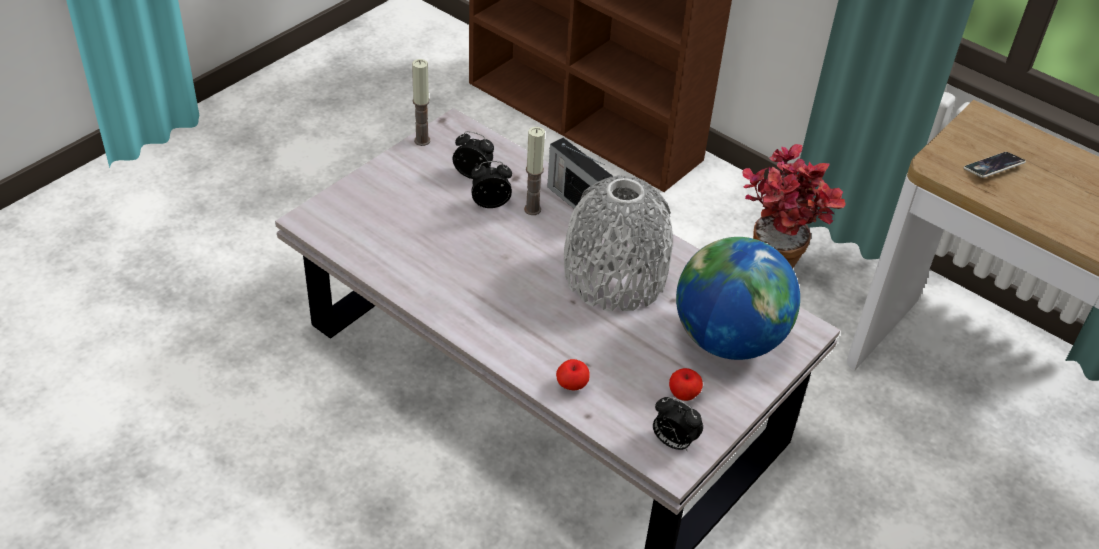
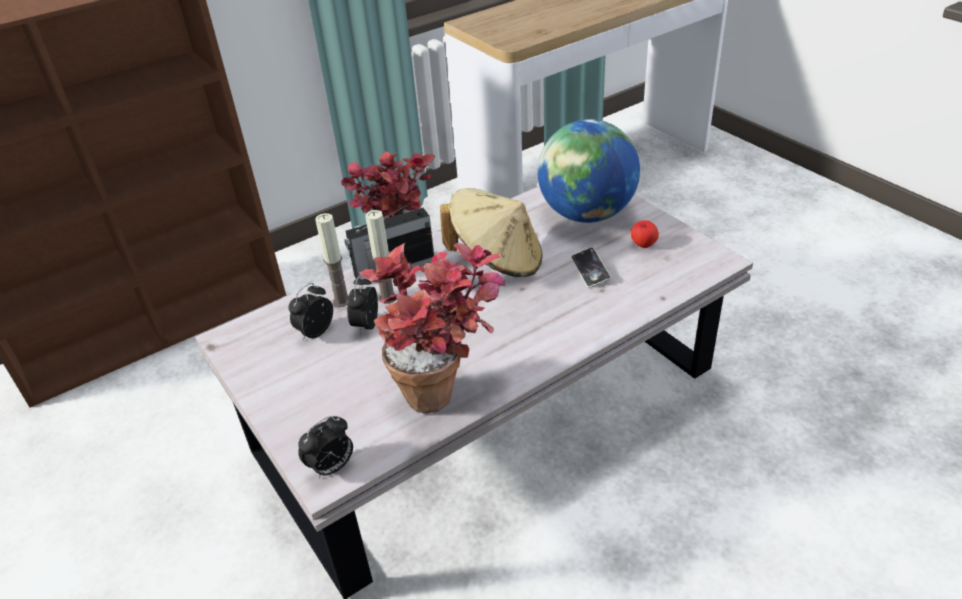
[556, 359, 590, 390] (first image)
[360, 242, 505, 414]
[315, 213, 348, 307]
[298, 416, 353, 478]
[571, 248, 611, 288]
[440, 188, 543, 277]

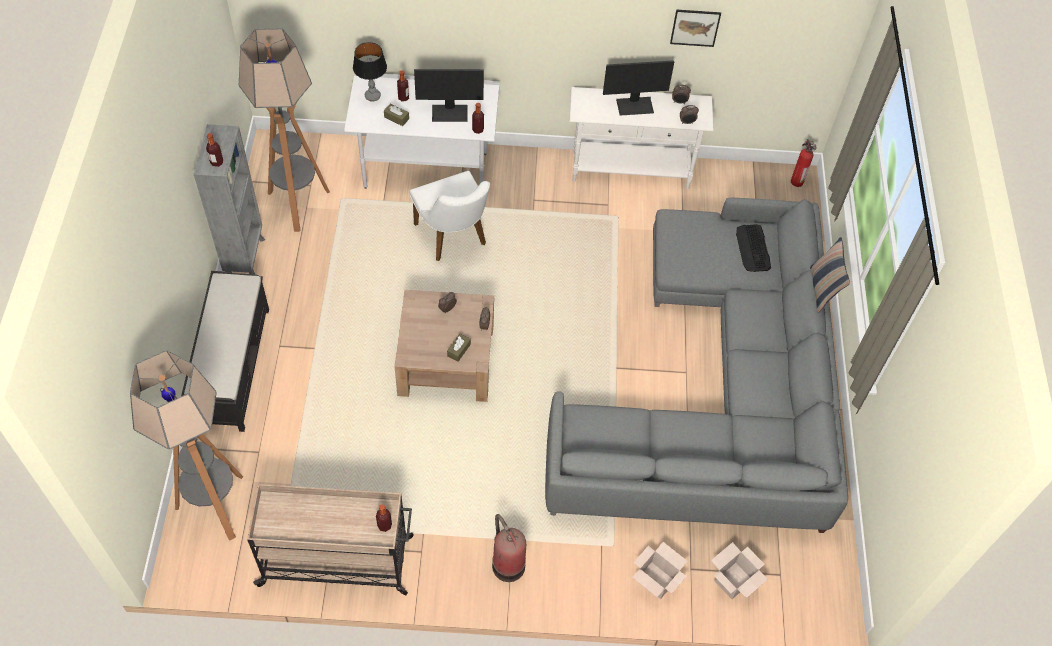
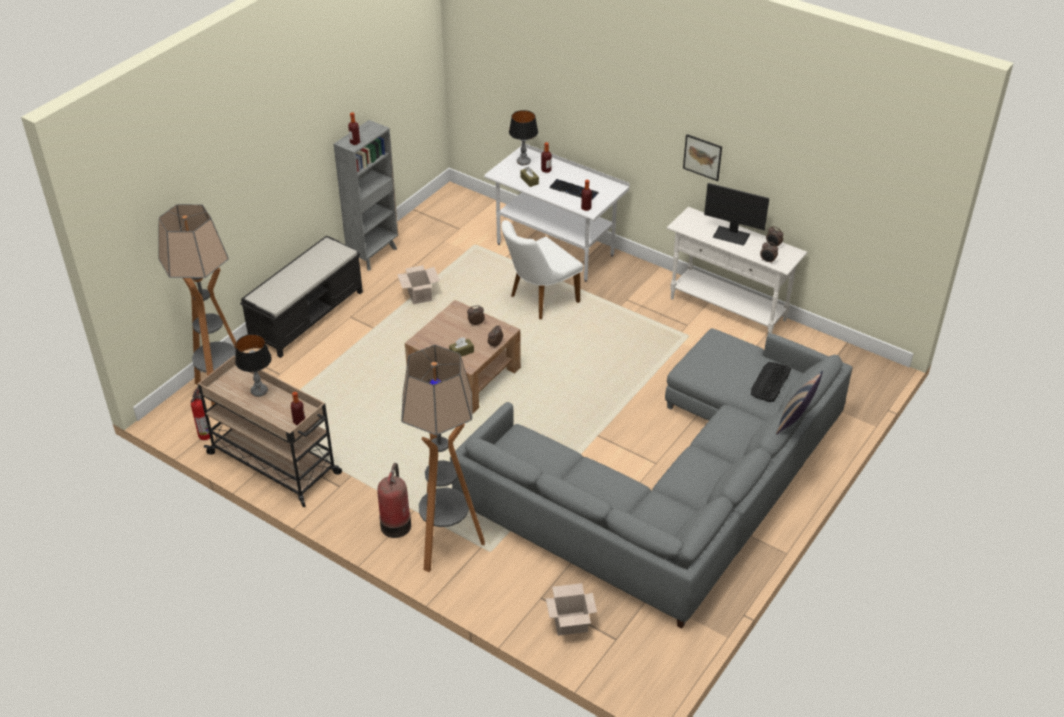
[235, 334, 272, 397]
[401, 345, 485, 572]
[397, 265, 440, 304]
[683, 134, 722, 181]
[191, 387, 211, 440]
[549, 179, 599, 200]
[501, 220, 583, 319]

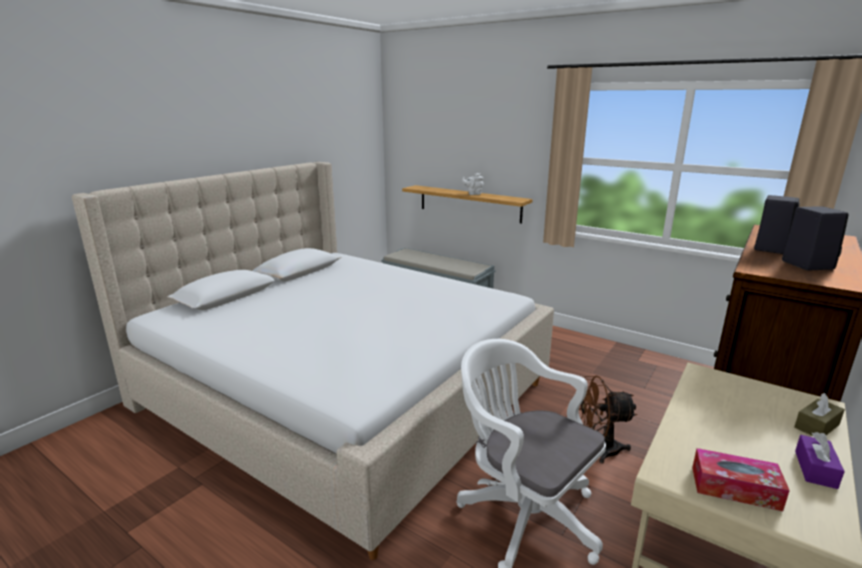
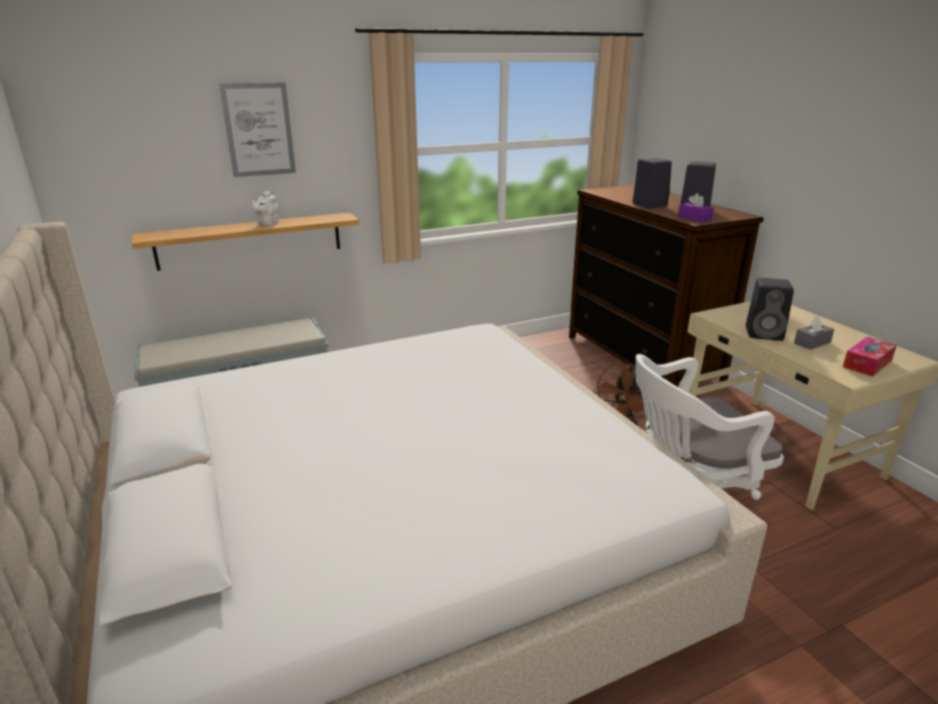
[794, 393, 845, 436] (first image)
[219, 82, 296, 177]
[746, 278, 794, 341]
[794, 315, 834, 350]
[678, 193, 714, 222]

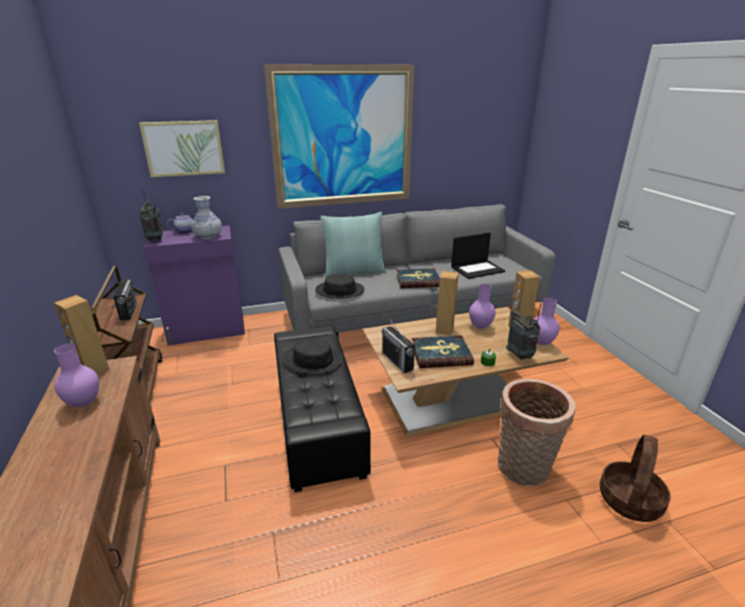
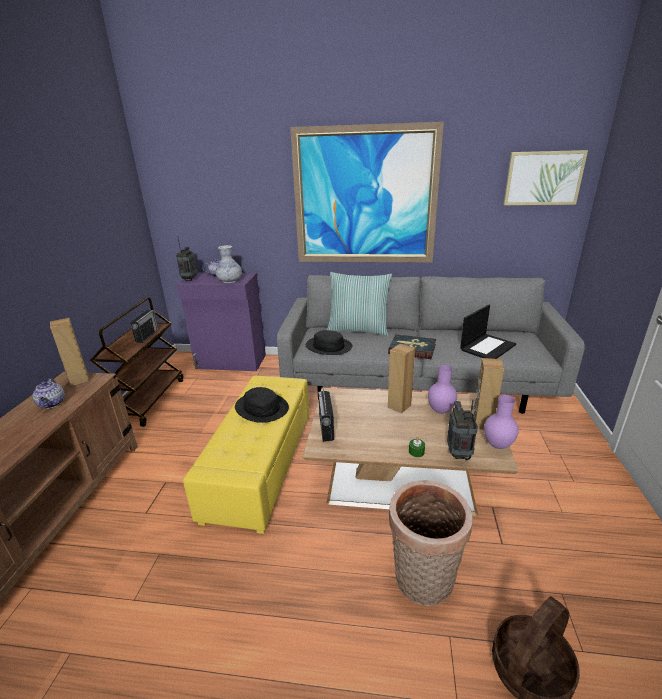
[412, 335, 474, 368] (first image)
[503, 150, 588, 205]
[32, 378, 65, 409]
[183, 376, 309, 534]
[460, 305, 516, 359]

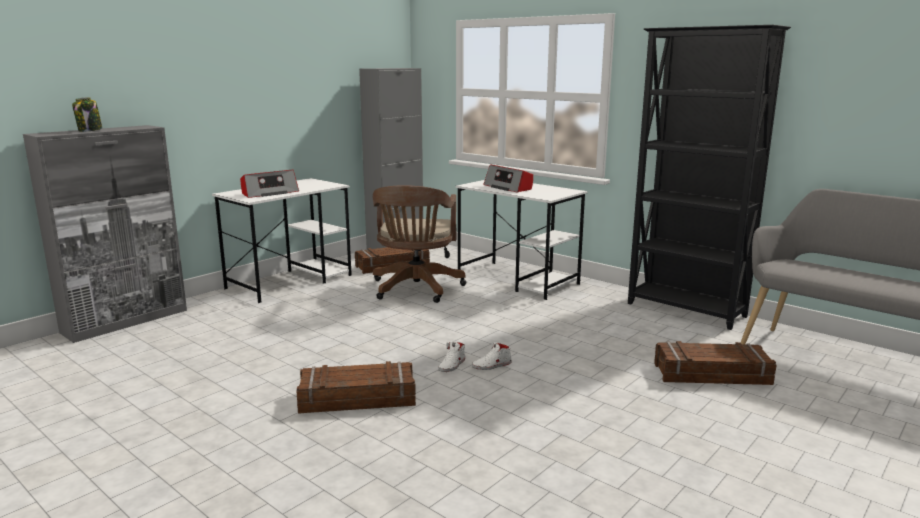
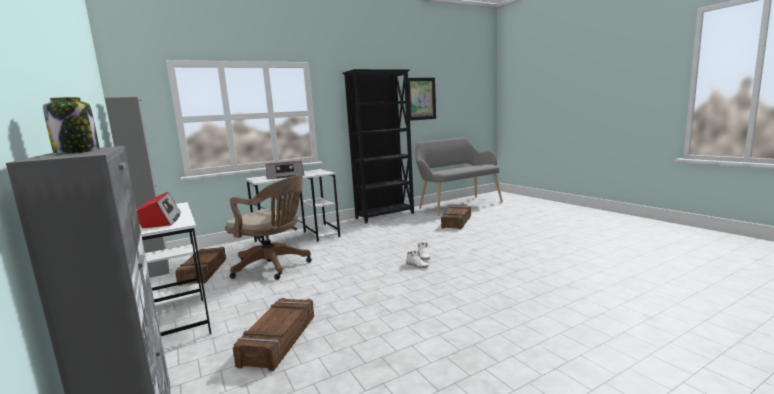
[408, 78, 436, 121]
[233, 298, 314, 371]

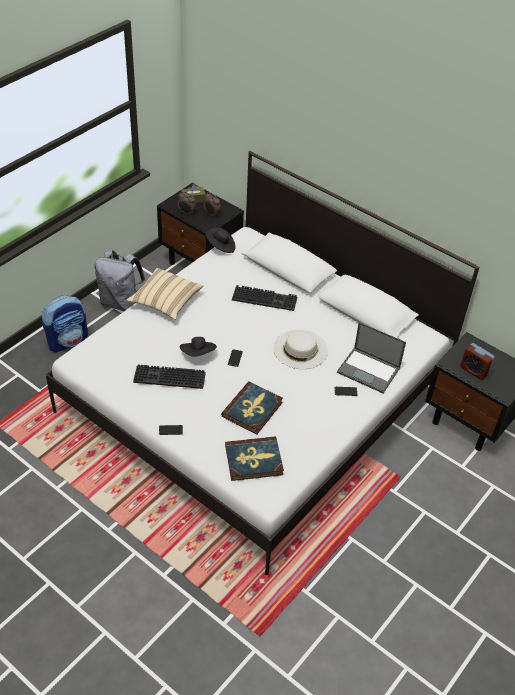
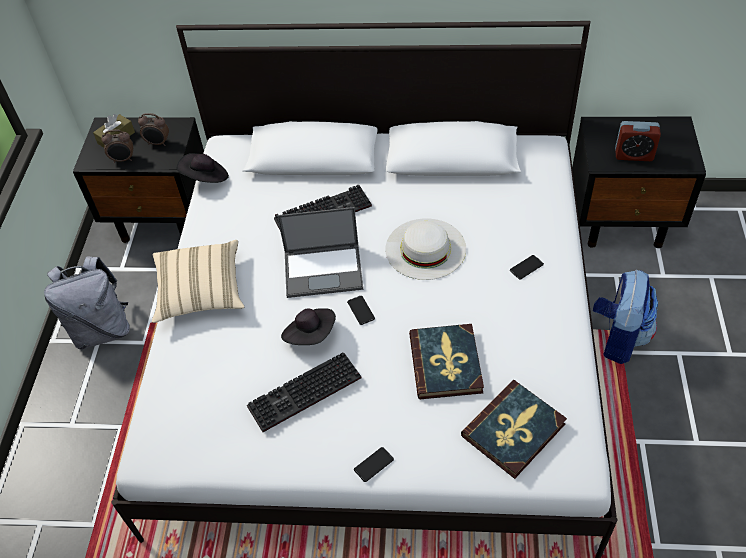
[593, 270, 658, 364]
[277, 207, 363, 298]

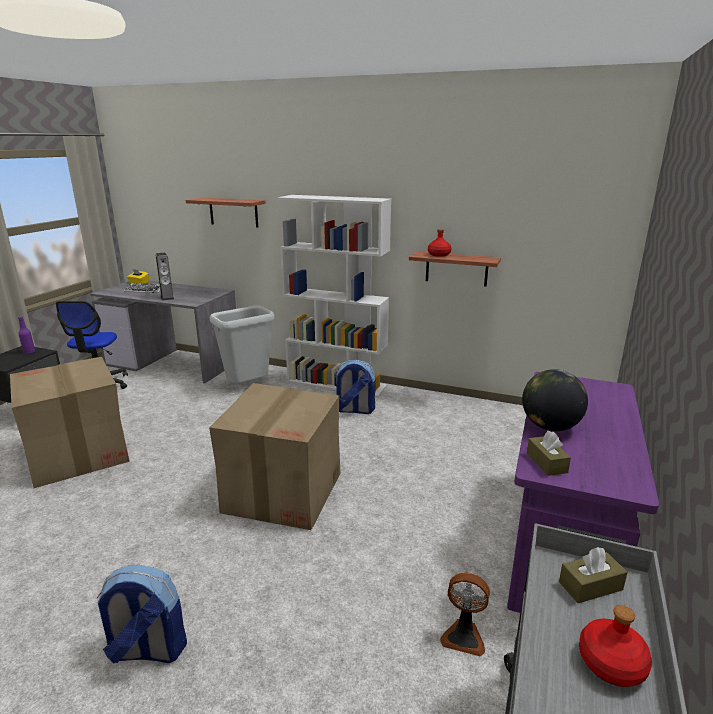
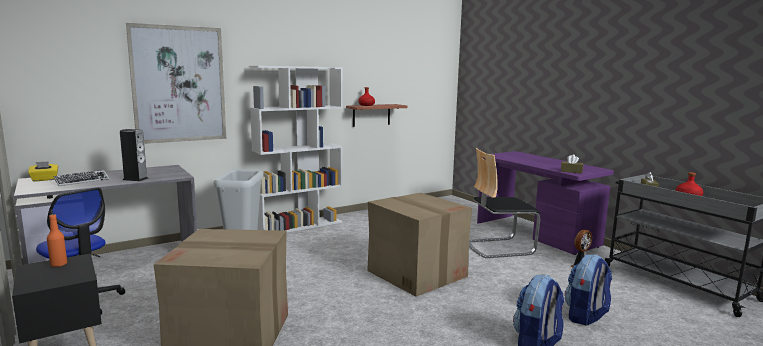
[522, 369, 588, 431] (first image)
[469, 148, 540, 258]
[564, 254, 612, 325]
[126, 23, 226, 144]
[47, 214, 67, 267]

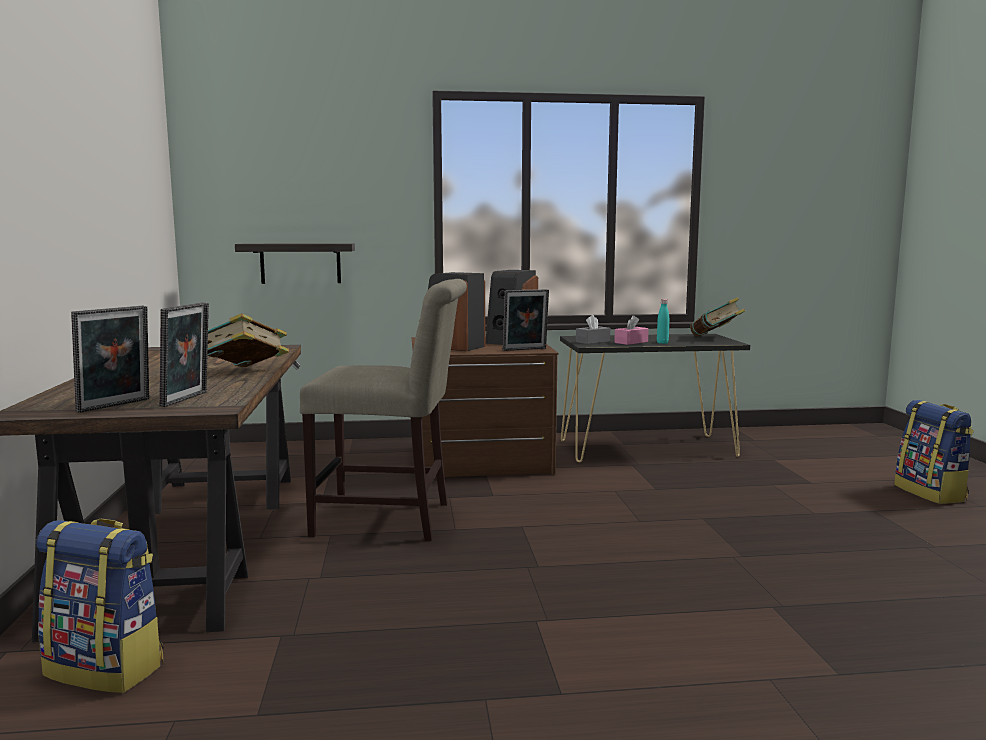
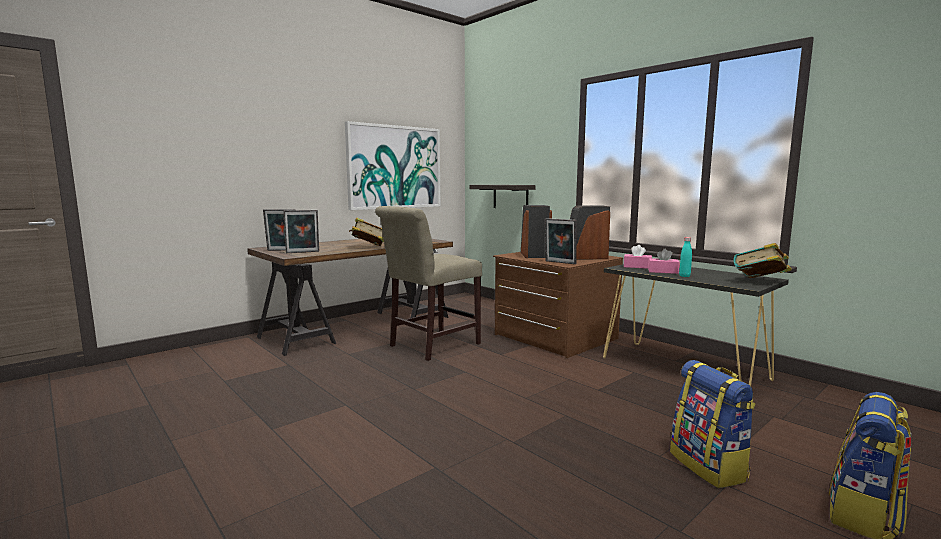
[345, 121, 440, 210]
[670, 360, 756, 488]
[624, 245, 652, 269]
[375, 206, 482, 361]

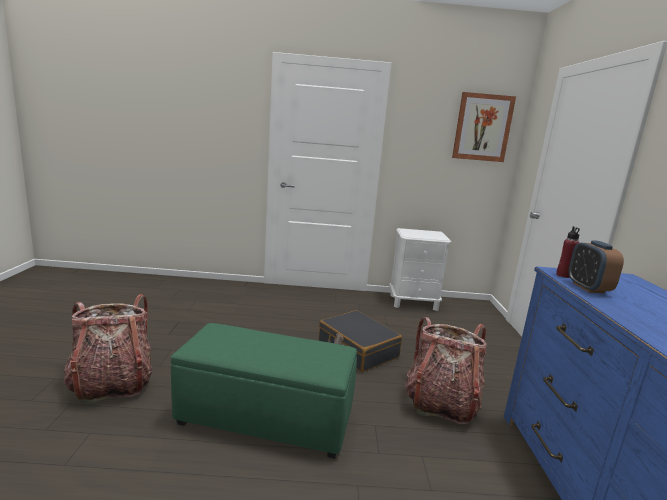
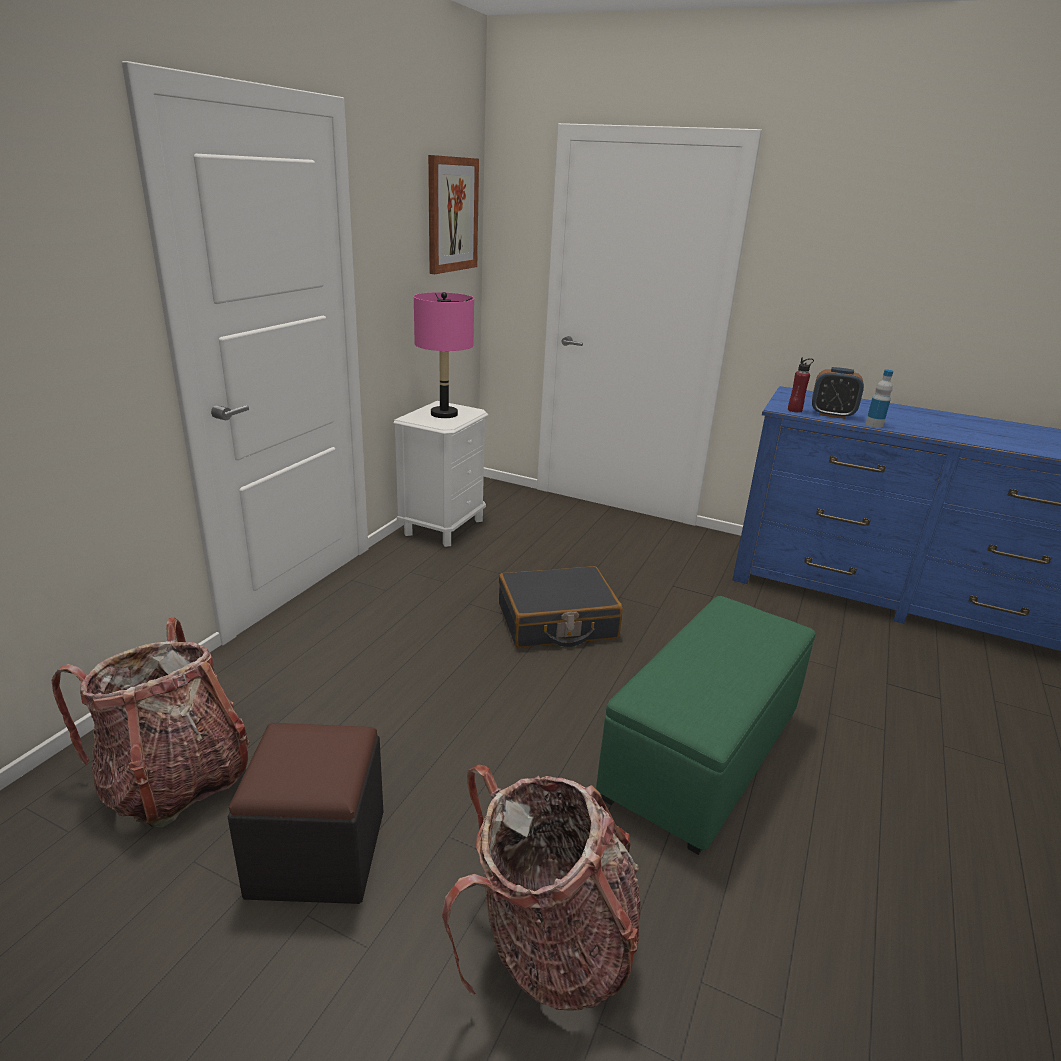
[228, 723, 383, 904]
[414, 292, 474, 418]
[866, 370, 893, 428]
[51, 618, 249, 827]

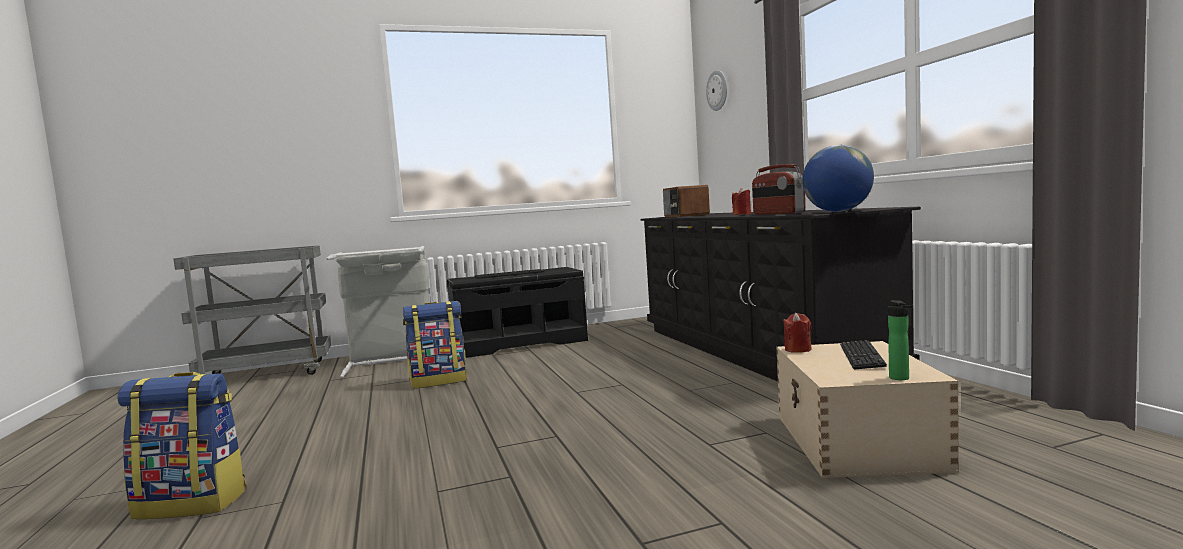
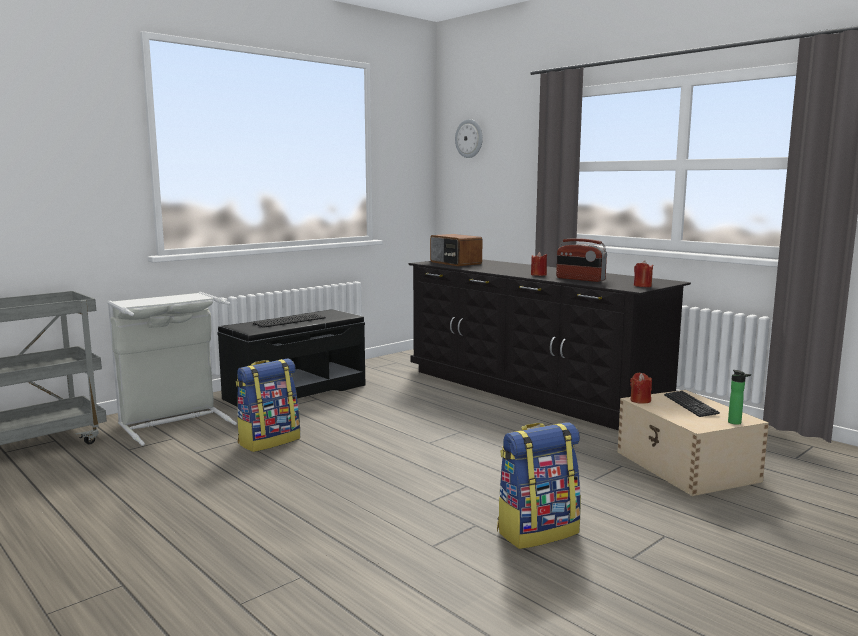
[497, 422, 581, 549]
[634, 261, 654, 287]

